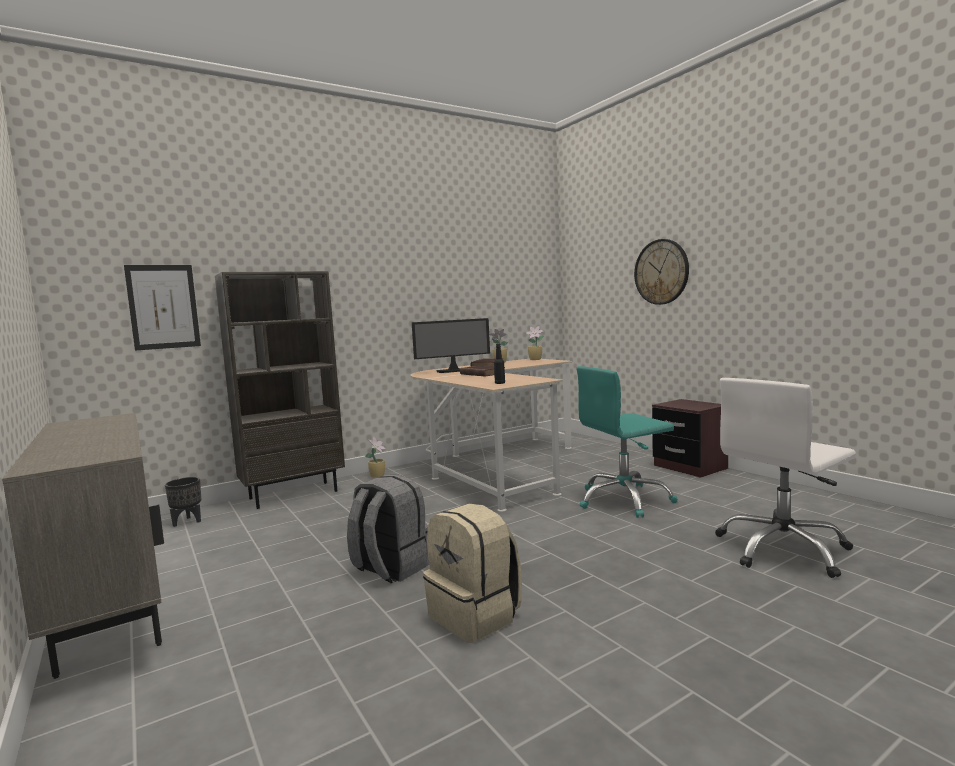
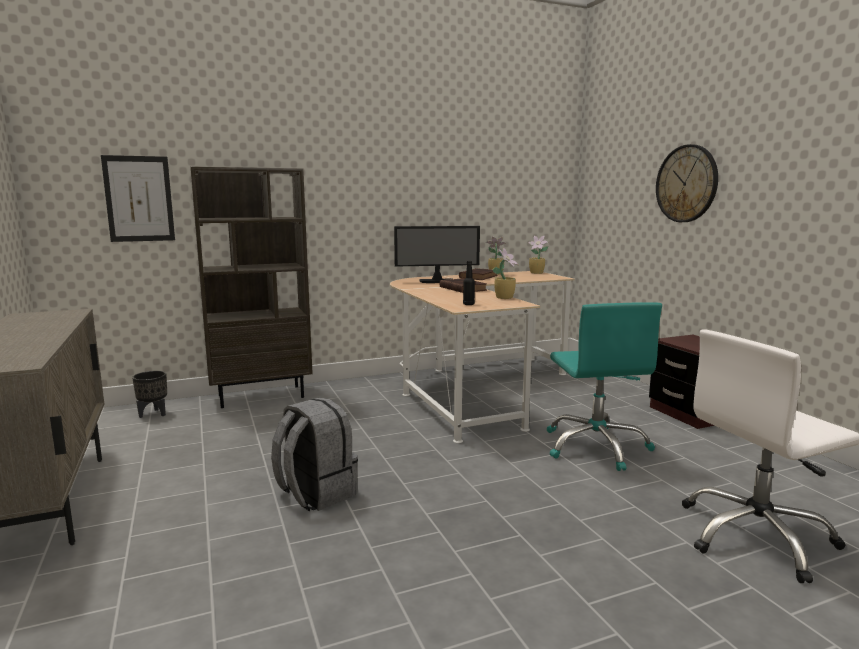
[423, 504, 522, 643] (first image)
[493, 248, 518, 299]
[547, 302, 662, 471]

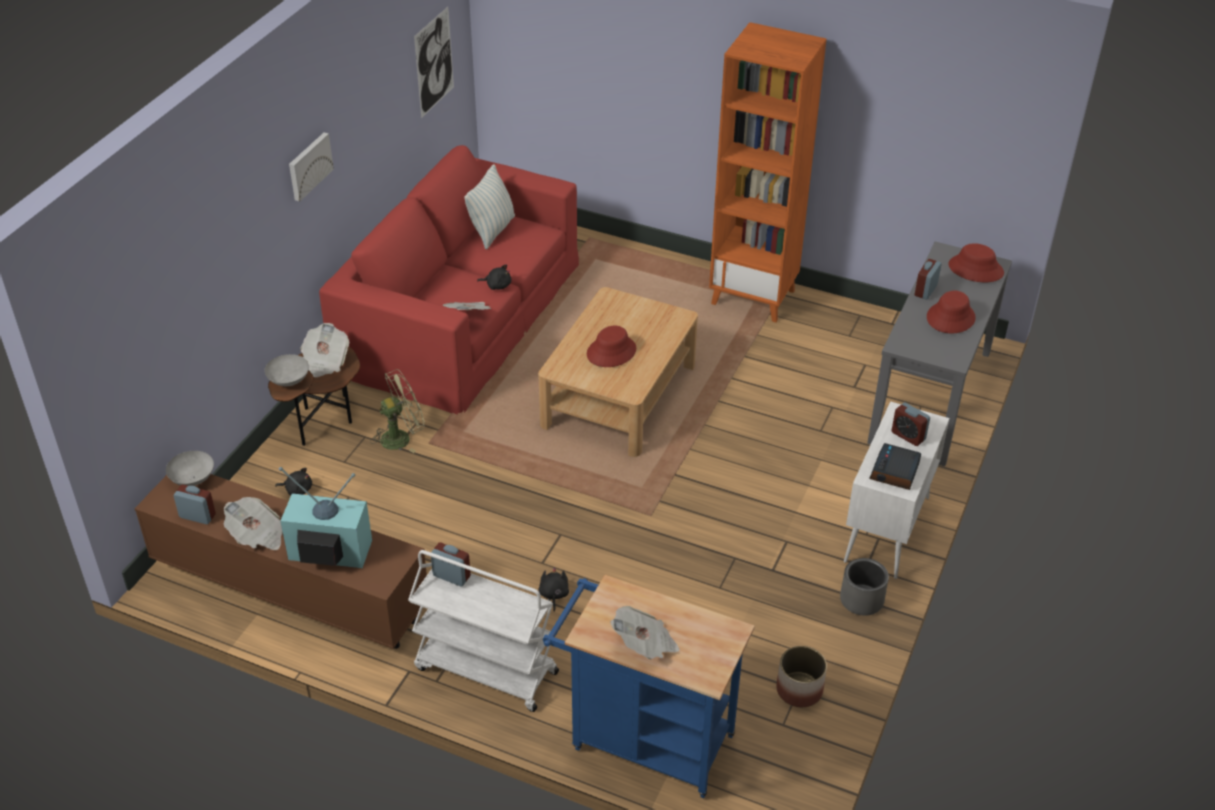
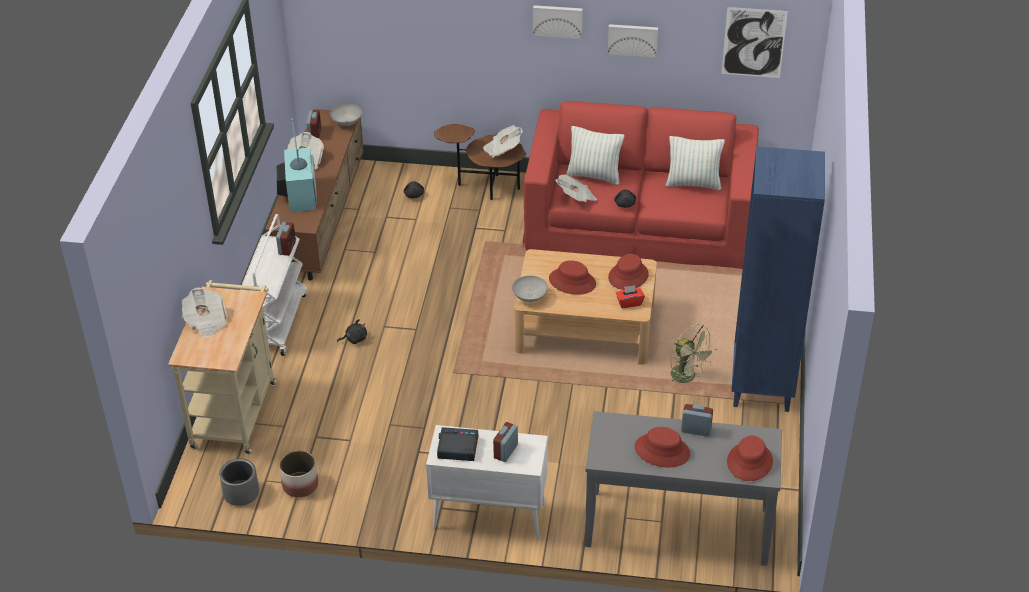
[566, 126, 624, 185]
[608, 24, 658, 57]
[608, 254, 649, 290]
[616, 285, 645, 308]
[512, 276, 548, 302]
[670, 324, 717, 383]
[219, 459, 259, 506]
[168, 280, 277, 455]
[731, 146, 825, 412]

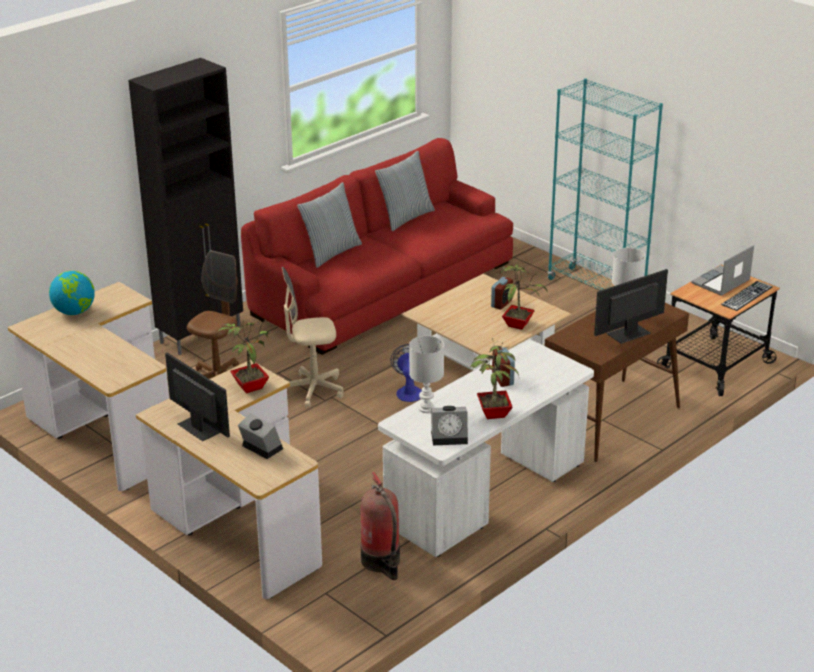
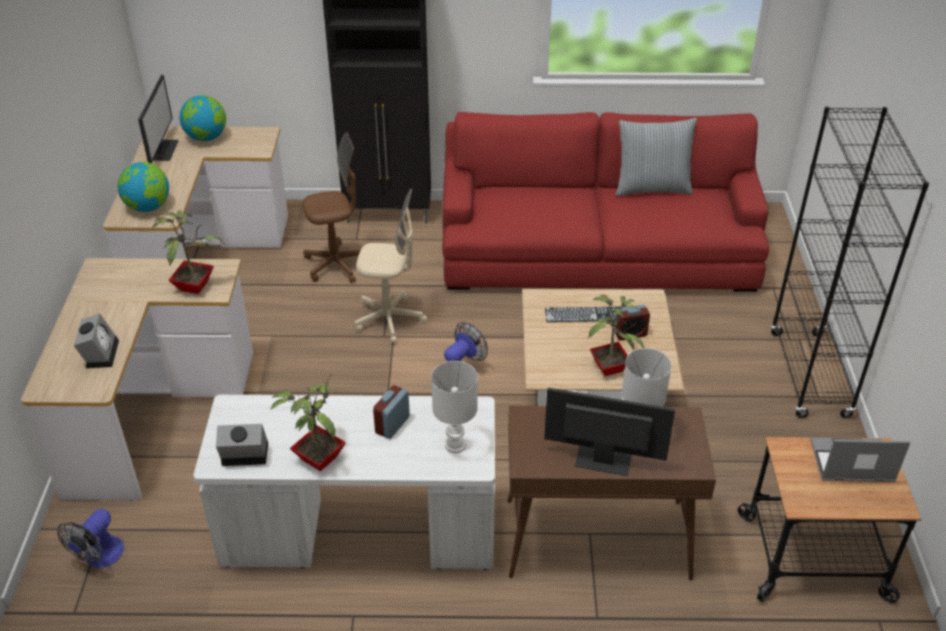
[297, 182, 362, 268] (first image)
[361, 472, 400, 580] (first image)
[57, 509, 124, 568]
[117, 162, 169, 212]
[138, 75, 179, 163]
[431, 361, 478, 453]
[545, 307, 621, 322]
[771, 107, 929, 418]
[354, 189, 427, 344]
[216, 424, 268, 466]

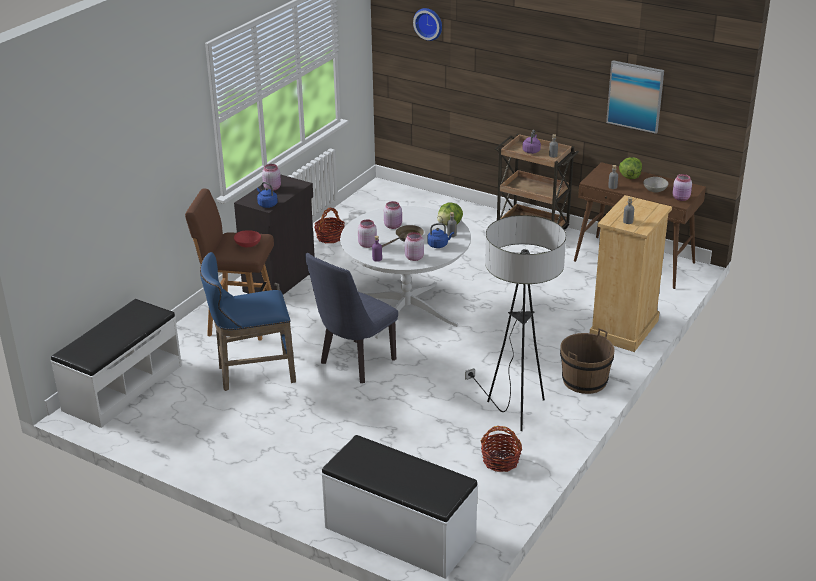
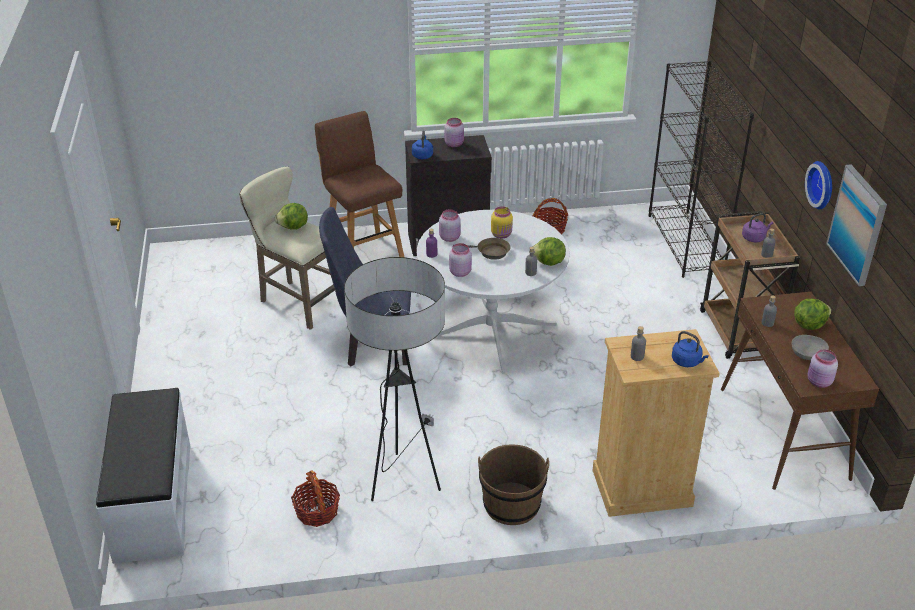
[51, 299, 182, 428] (first image)
[234, 230, 261, 247] (first image)
[275, 203, 308, 230]
[649, 61, 754, 278]
[805, 161, 832, 210]
[672, 331, 709, 367]
[239, 166, 335, 330]
[491, 206, 513, 238]

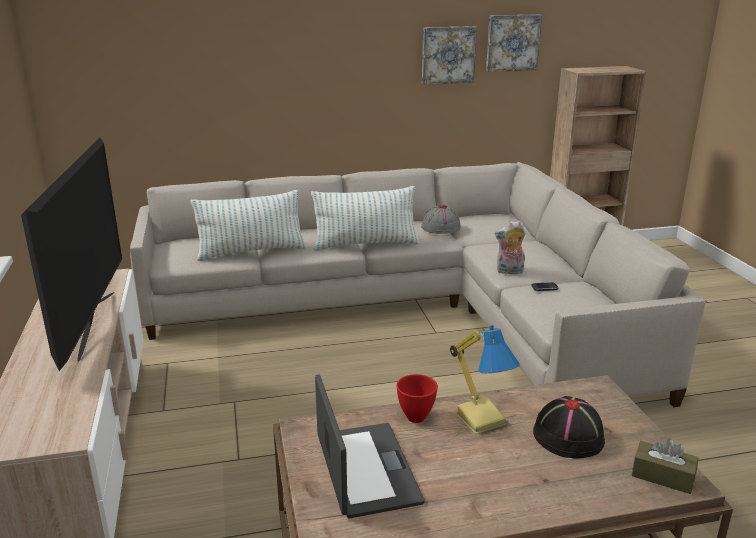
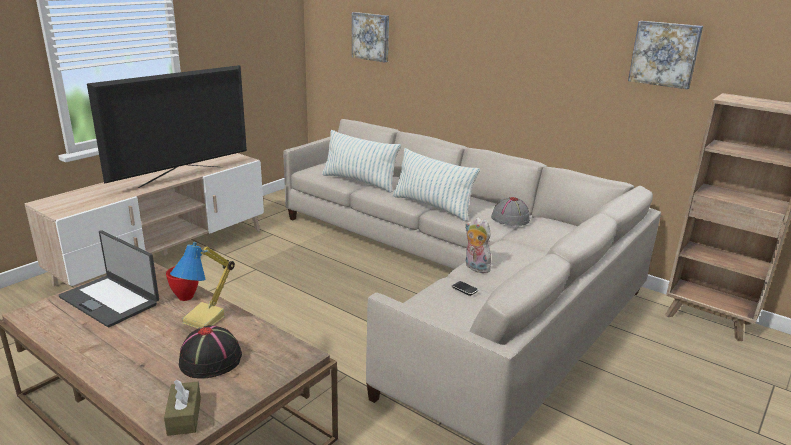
[352, 12, 389, 63]
[59, 230, 159, 327]

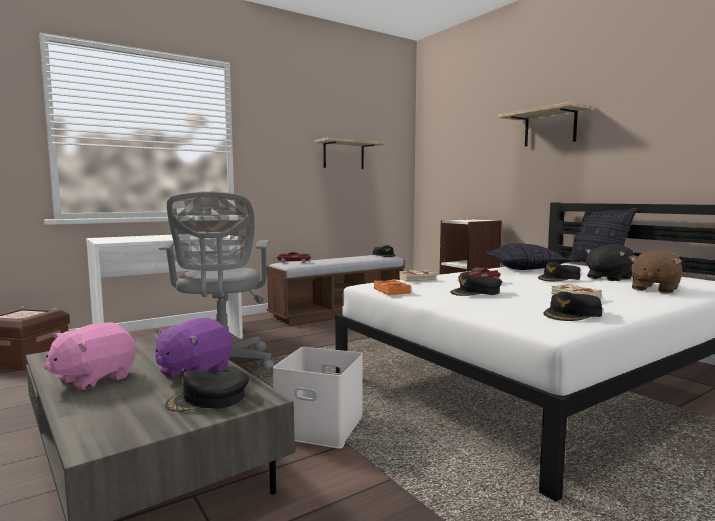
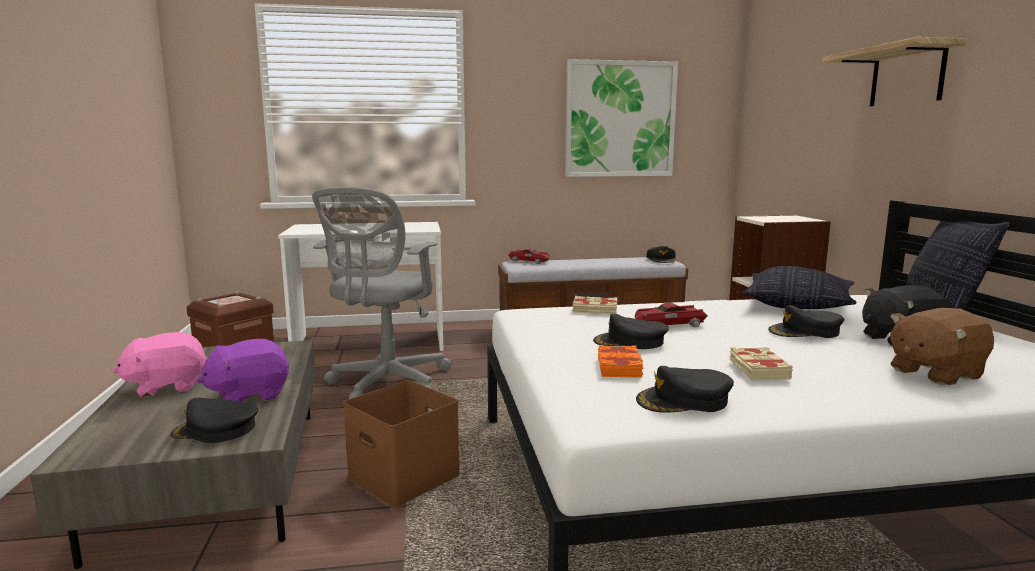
[598, 345, 643, 378]
[565, 59, 678, 177]
[343, 380, 459, 509]

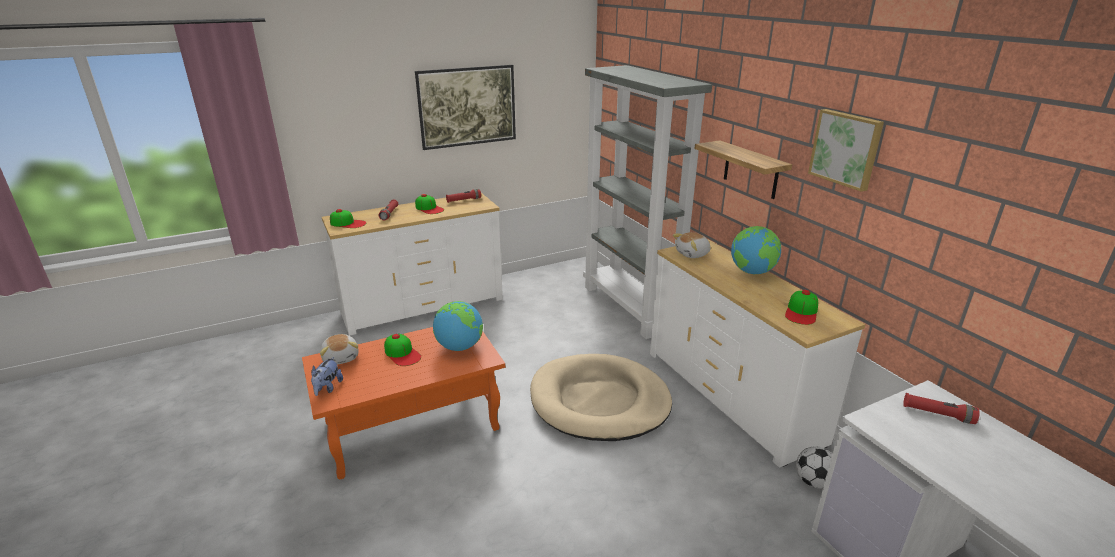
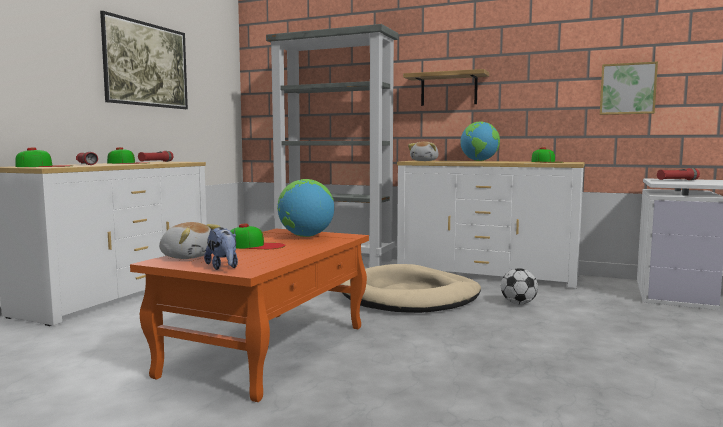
[501, 268, 538, 305]
[600, 61, 658, 115]

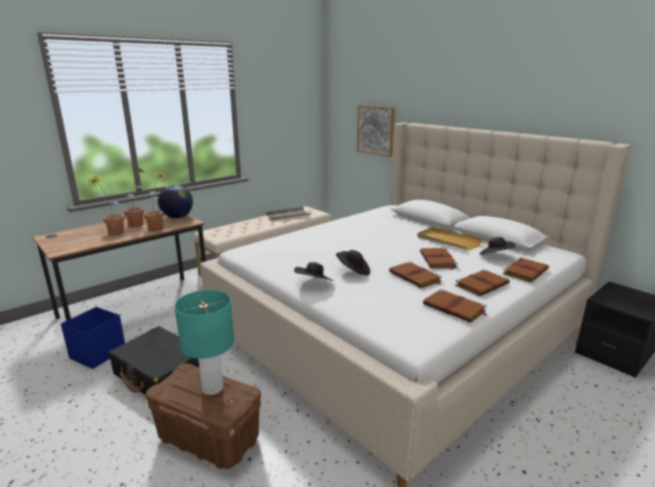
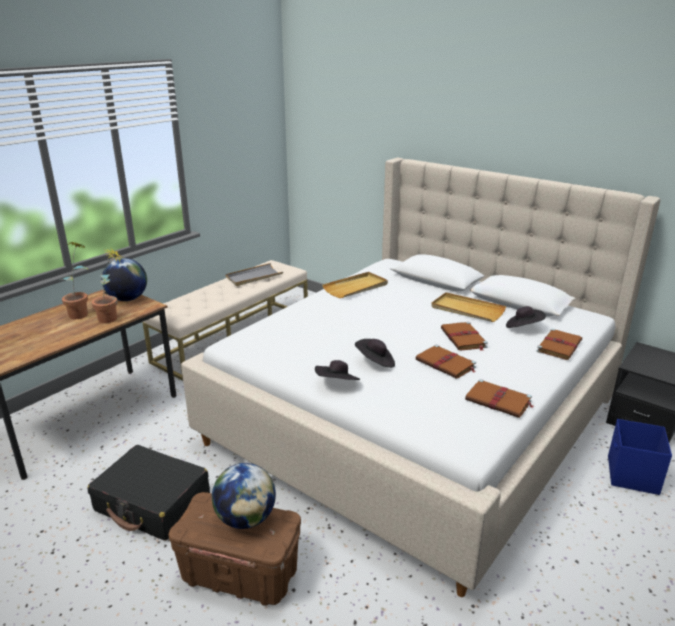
[88, 174, 125, 235] (first image)
[357, 105, 395, 157] (first image)
[455, 269, 510, 296] (first image)
[322, 272, 388, 298]
[608, 419, 672, 495]
[212, 463, 276, 529]

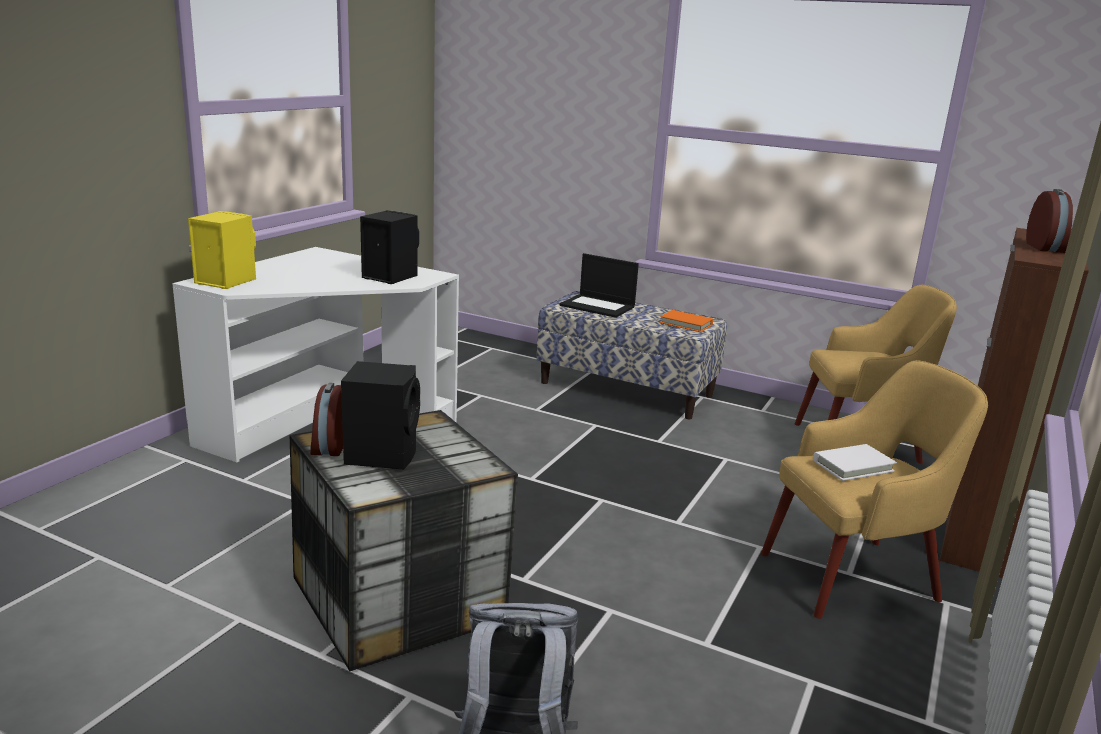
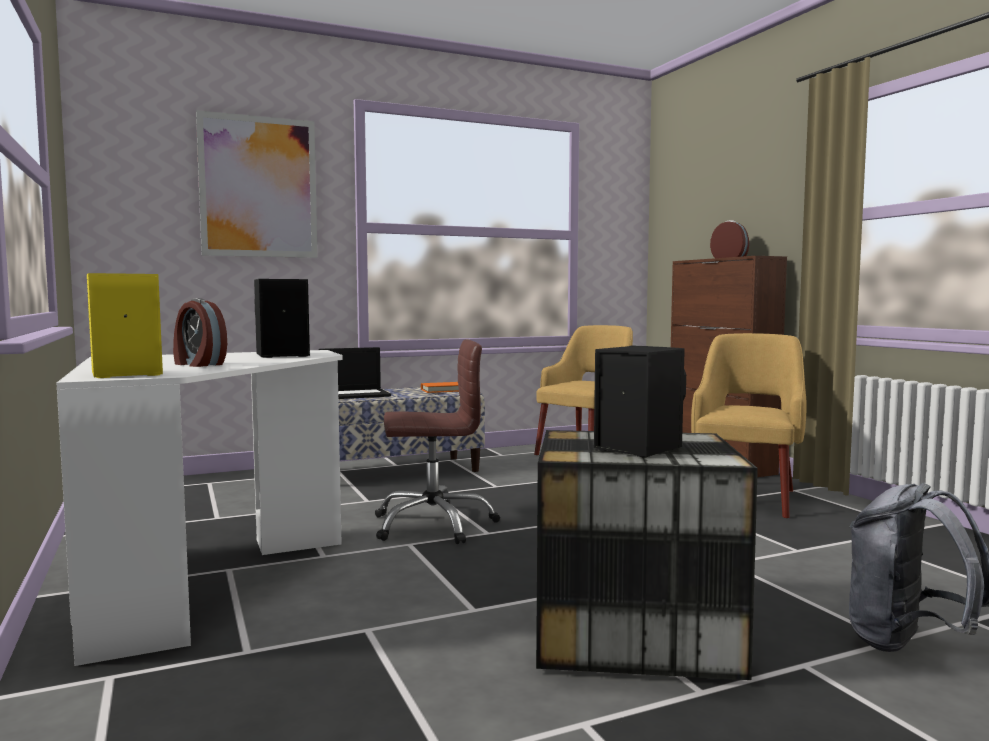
[813, 444, 897, 481] (first image)
[196, 110, 318, 258]
[375, 339, 500, 544]
[173, 298, 227, 367]

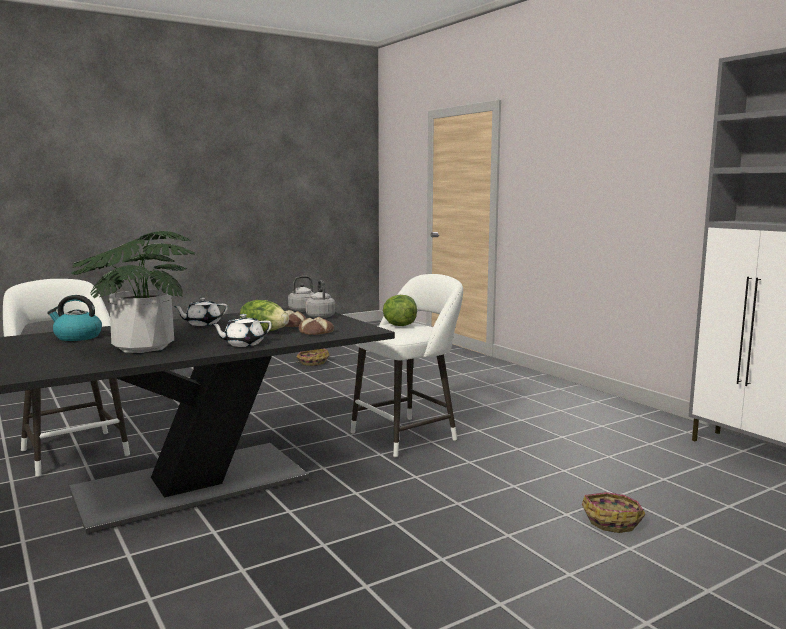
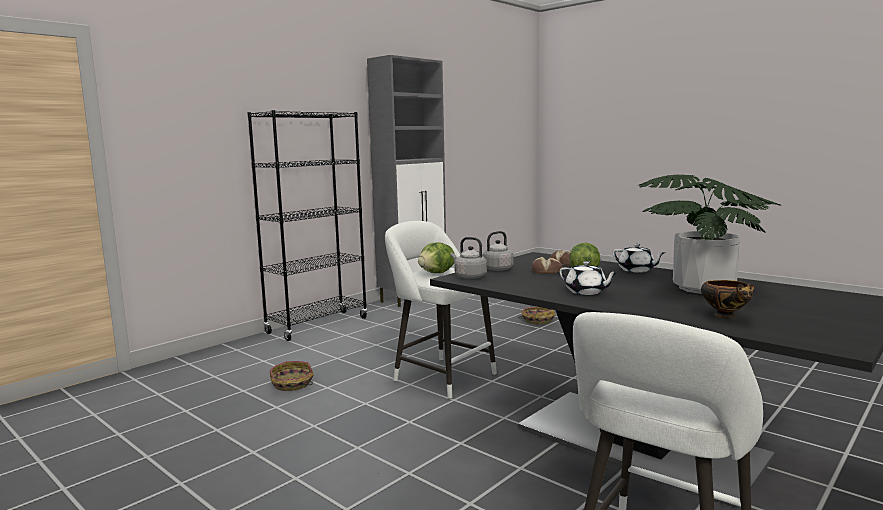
[247, 110, 368, 341]
[270, 361, 314, 391]
[701, 280, 755, 319]

